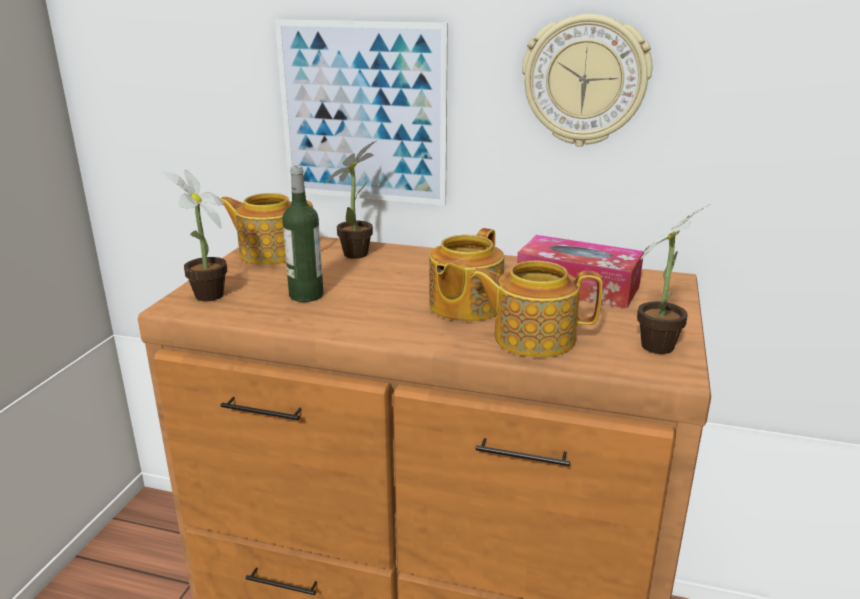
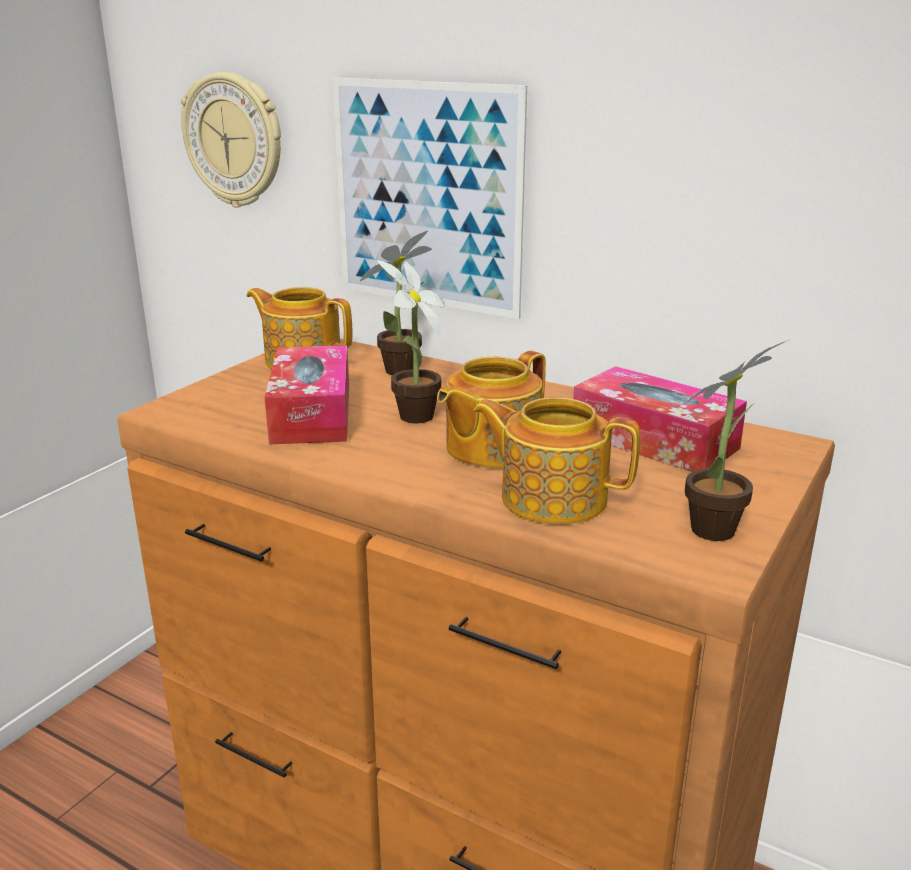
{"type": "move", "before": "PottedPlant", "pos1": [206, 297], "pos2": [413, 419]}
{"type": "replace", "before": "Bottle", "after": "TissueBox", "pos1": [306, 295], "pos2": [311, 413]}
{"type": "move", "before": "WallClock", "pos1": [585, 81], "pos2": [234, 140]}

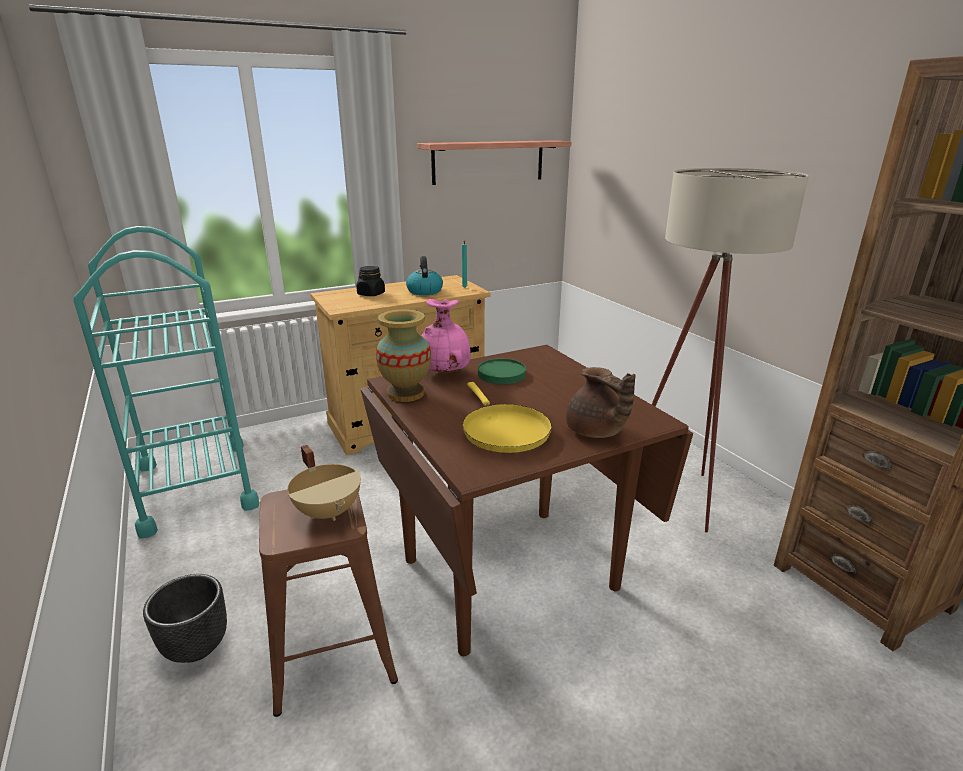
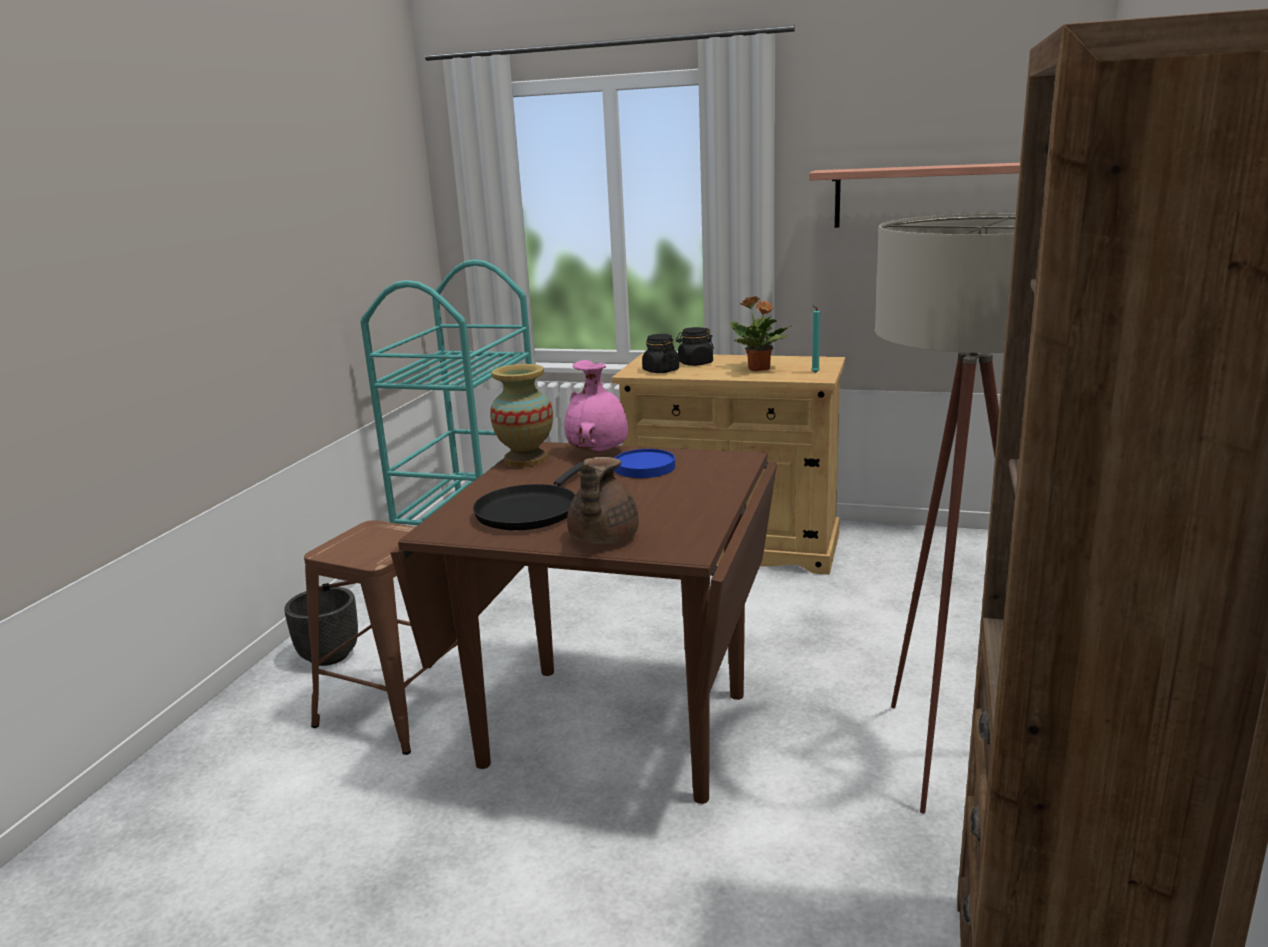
{"type": "delete", "before": "BeigeCookingPot", "pos1": [329, 511]}
{"type": "replace", "before": "Kettle", "after": "PottedPlant", "pos1": [424, 291], "pos2": [759, 369]}
{"type": "recolor", "before": "YellowFryingPan", "after": "BlackFryingPan", "pos1": [503, 430], "pos2": [530, 511]}
{"type": "recolor", "before": "GreenPlate", "after": "BluePlate", "pos1": [502, 374], "pos2": [644, 467]}
{"type": "insert", "after": "BlackJar", "pos2": [660, 371]}

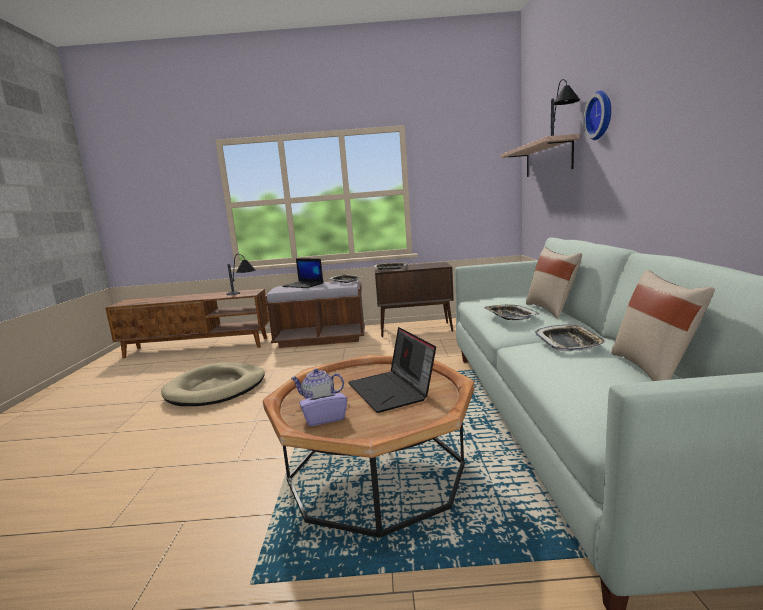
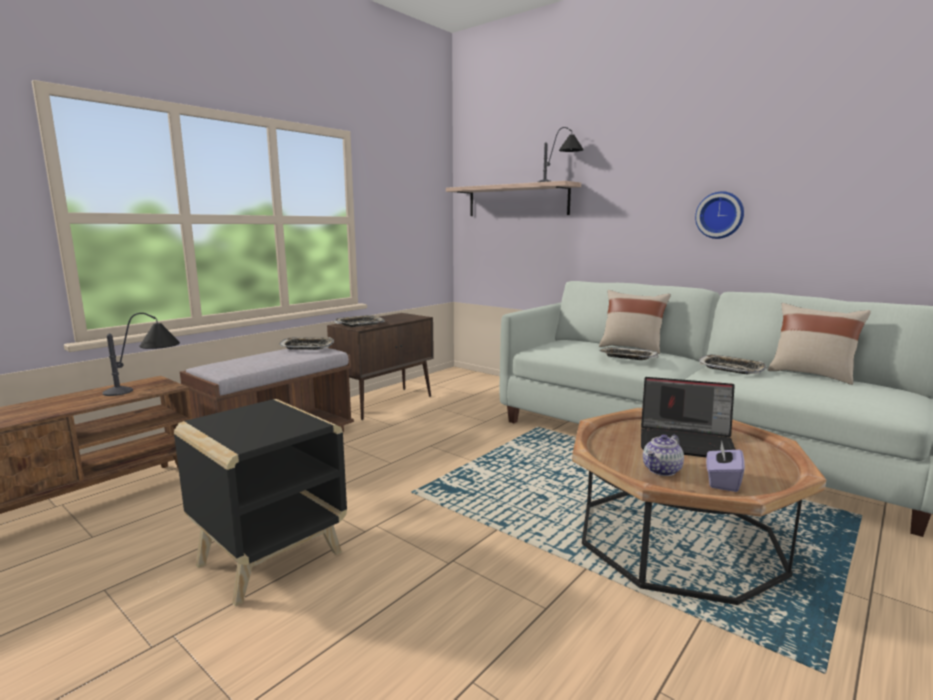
{"type": "replace", "before": "BeigeDogBed", "after": "BlackSideTable", "pos1": [216, 388], "pos2": [272, 557]}
{"type": "delete", "before": "Laptop", "pos1": [303, 285]}
{"type": "move", "before": "WallClock", "pos1": [601, 115], "pos2": [720, 215]}

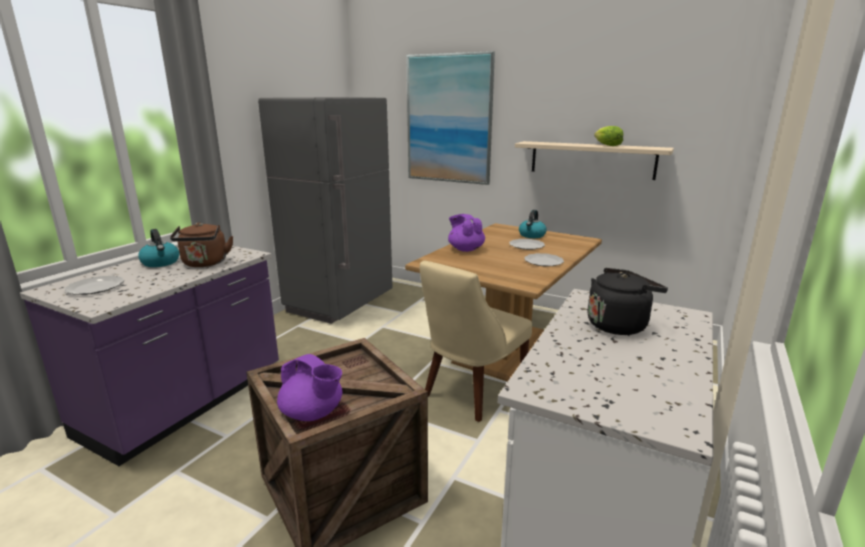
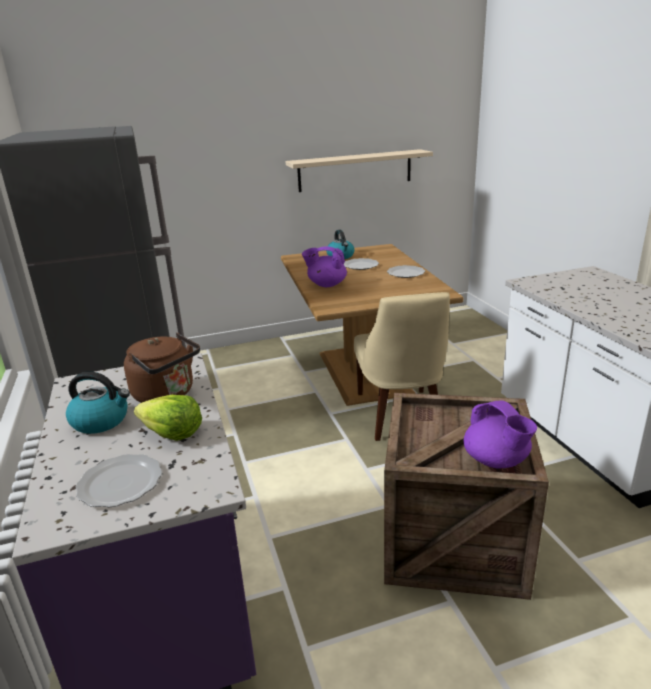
{"type": "rotate", "before": "PurpleTeapot", "pos1": [313, 413], "pos2": [496, 461], "turn": 75}
{"type": "delete", "before": "Picture", "pos1": [449, 119]}
{"type": "delete", "before": "BlackKettle", "pos1": [619, 325]}
{"type": "move", "before": "Lettuce", "pos1": [607, 145], "pos2": [172, 433]}

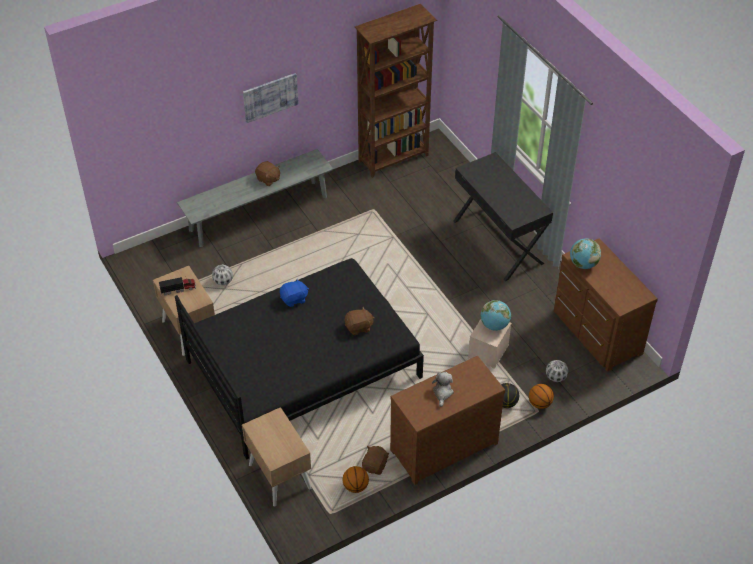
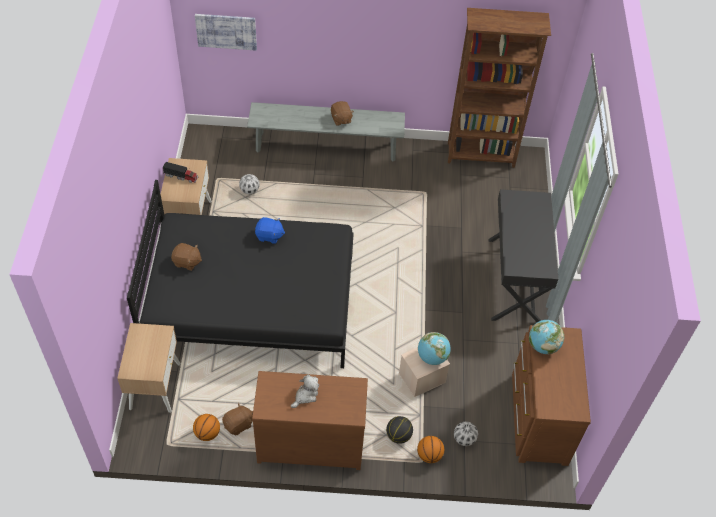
{"type": "move", "before": "Picture", "pos1": [270, 97], "pos2": [226, 31]}
{"type": "move", "before": "BrownPlushToy", "pos1": [359, 327], "pos2": [187, 262]}

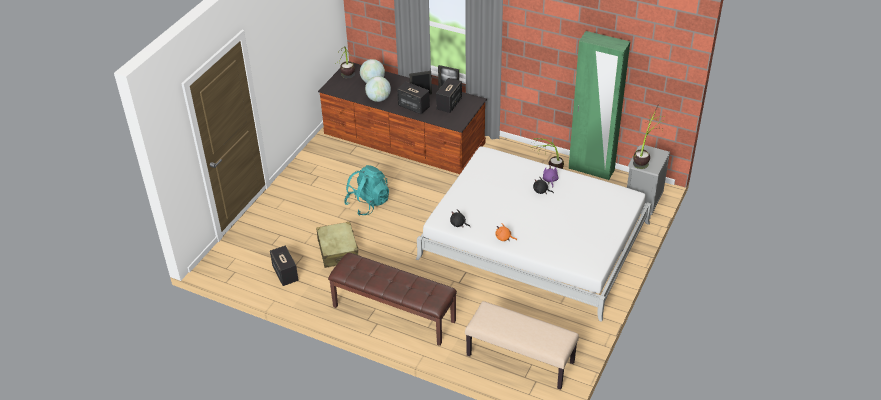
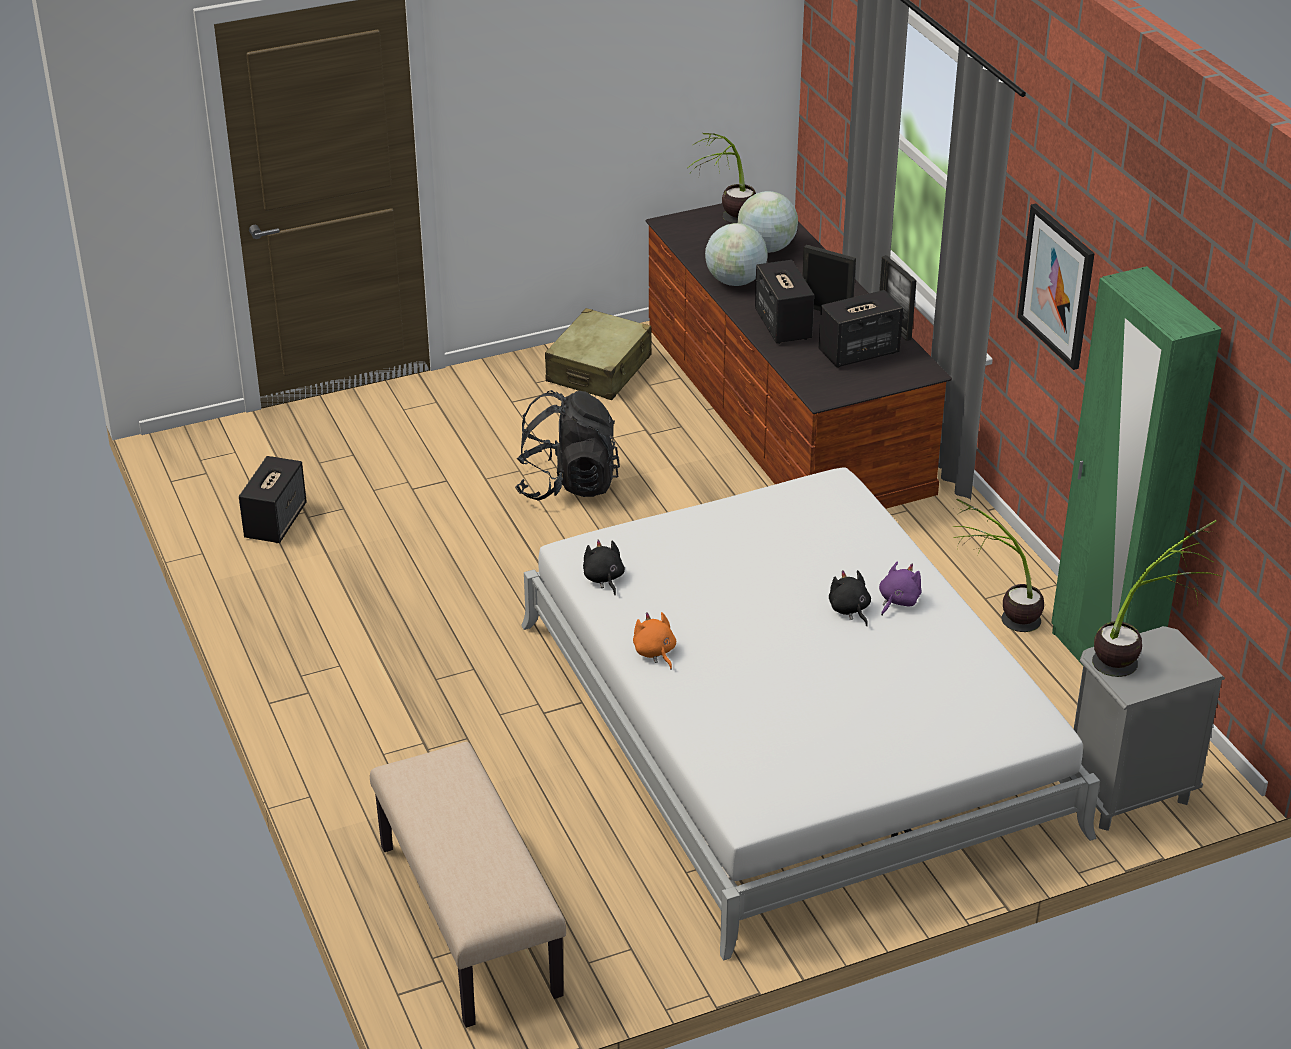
{"type": "move", "before": "BeigeSuitcase", "pos1": [338, 250], "pos2": [599, 369]}
{"type": "delete", "before": "BrownBench", "pos1": [393, 314]}
{"type": "recolor", "before": "TurquoiseBackpack", "after": "BlackBackpack", "pos1": [368, 203], "pos2": [567, 484]}
{"type": "insert", "after": "Picture", "pos2": [1057, 285]}

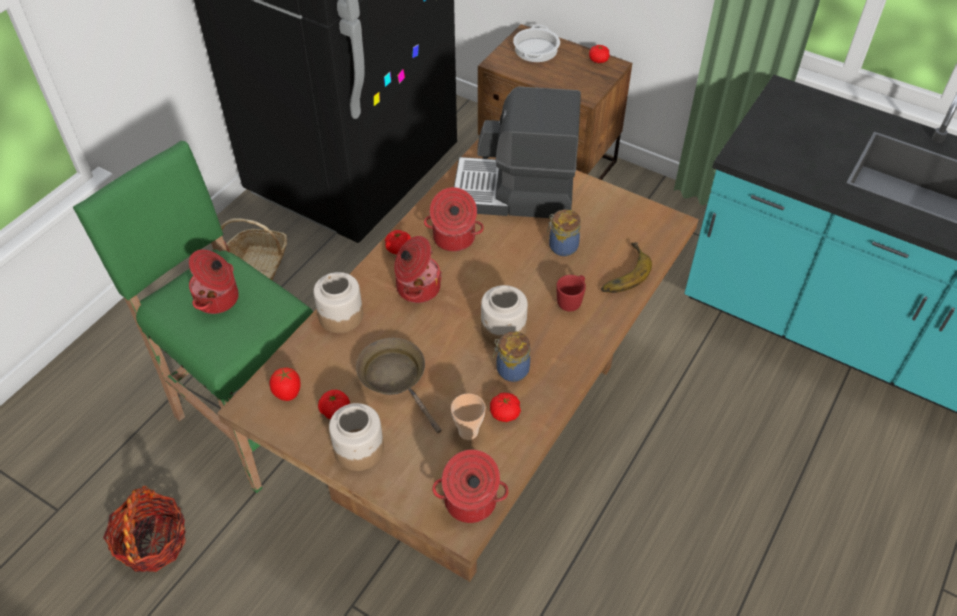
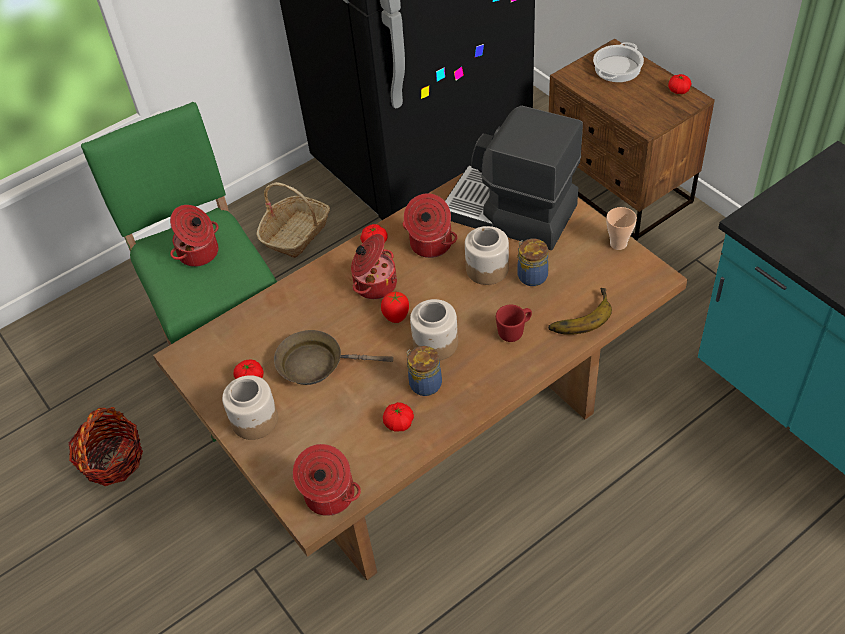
{"type": "move", "before": "Tomato", "pos1": [287, 393], "pos2": [396, 316]}
{"type": "move", "before": "Jar", "pos1": [340, 316], "pos2": [487, 269]}
{"type": "rotate", "before": "BrownFryingPan", "pos1": [396, 378], "pos2": [316, 364], "turn": -75}
{"type": "move", "before": "Cup", "pos1": [468, 432], "pos2": [618, 244]}

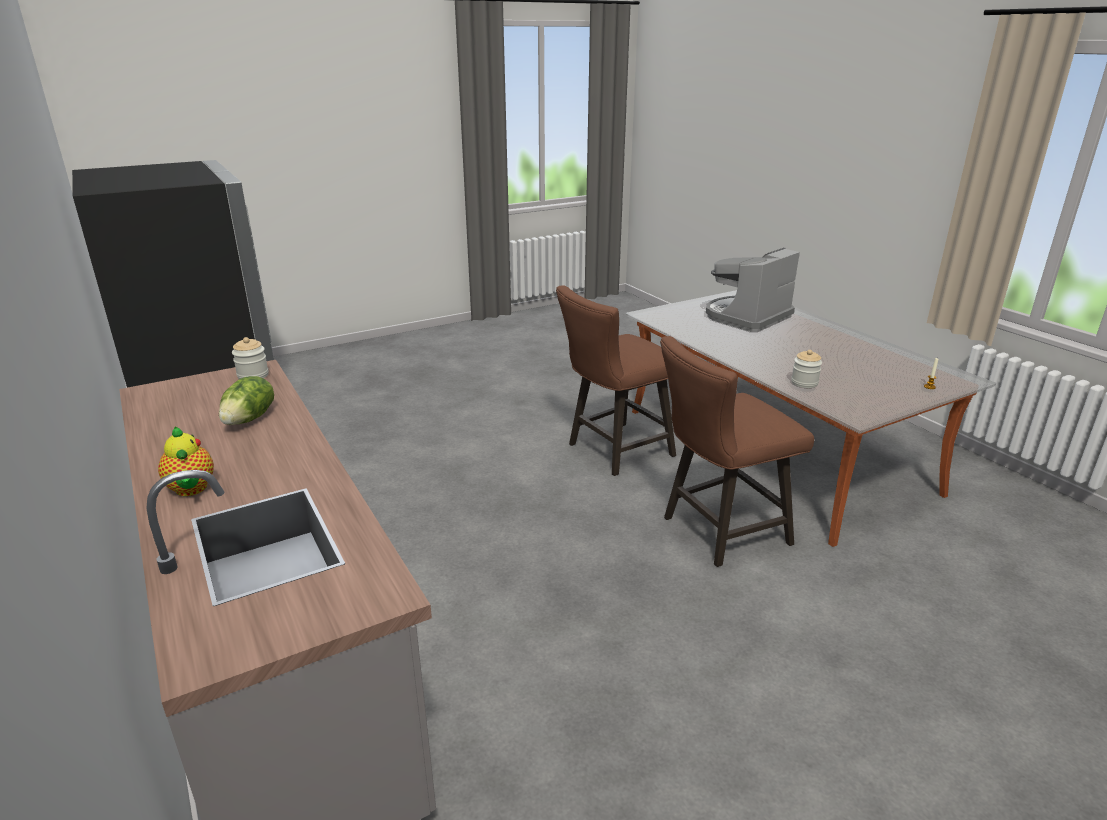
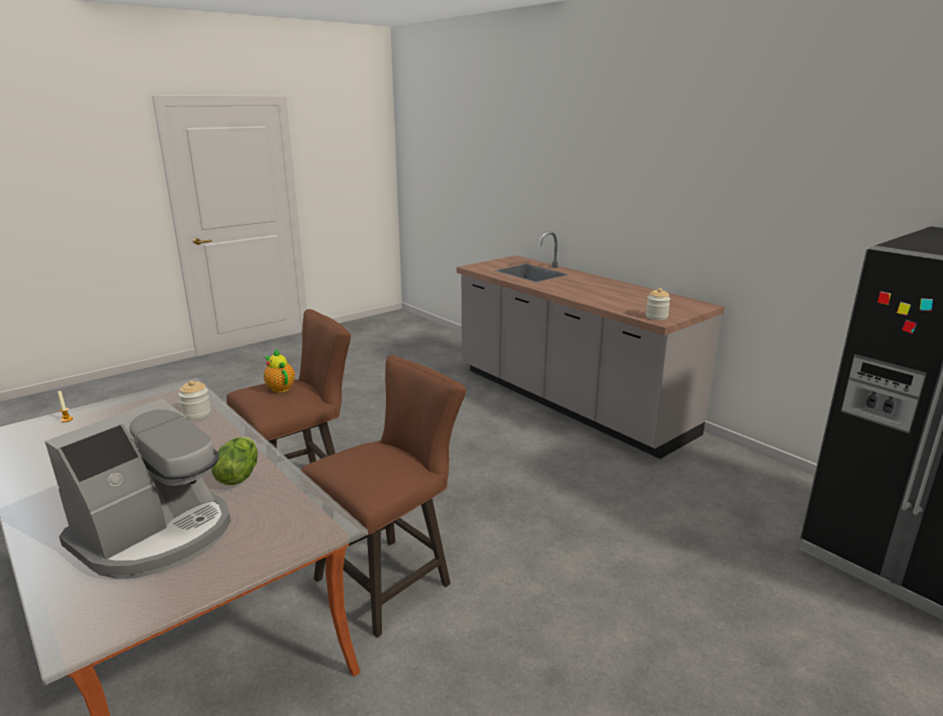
{"type": "move", "before": "Teapot", "pos1": [191, 490], "pos2": [279, 388]}
{"type": "move", "before": "Lettuce", "pos1": [250, 419], "pos2": [238, 476]}

